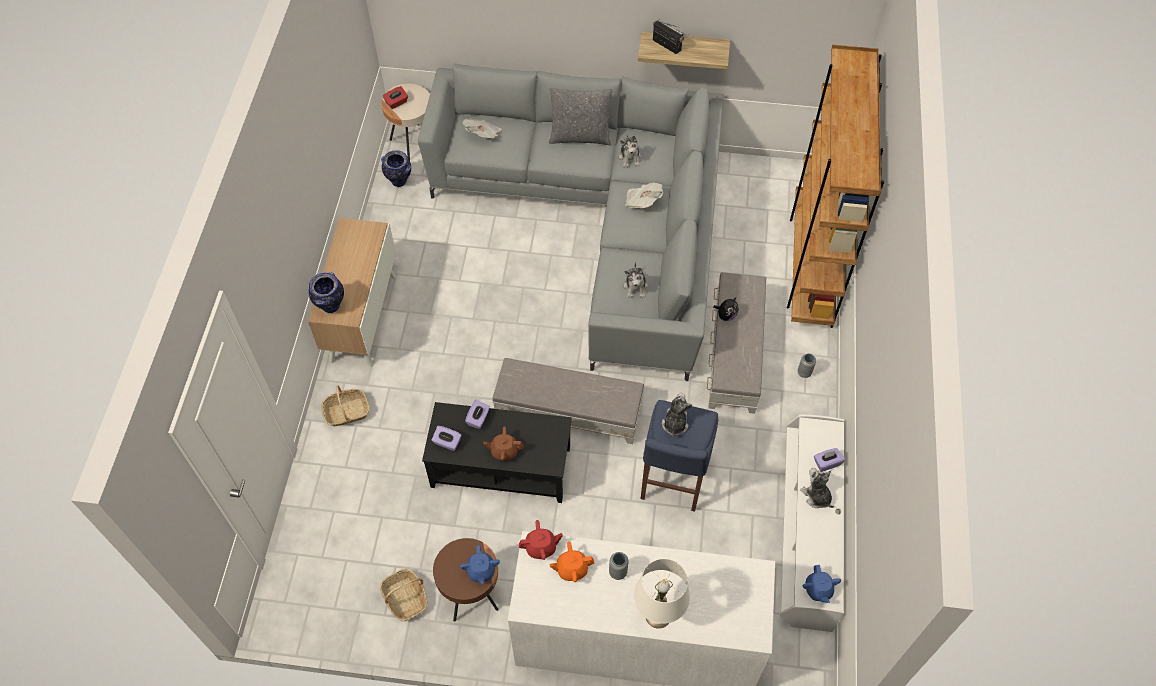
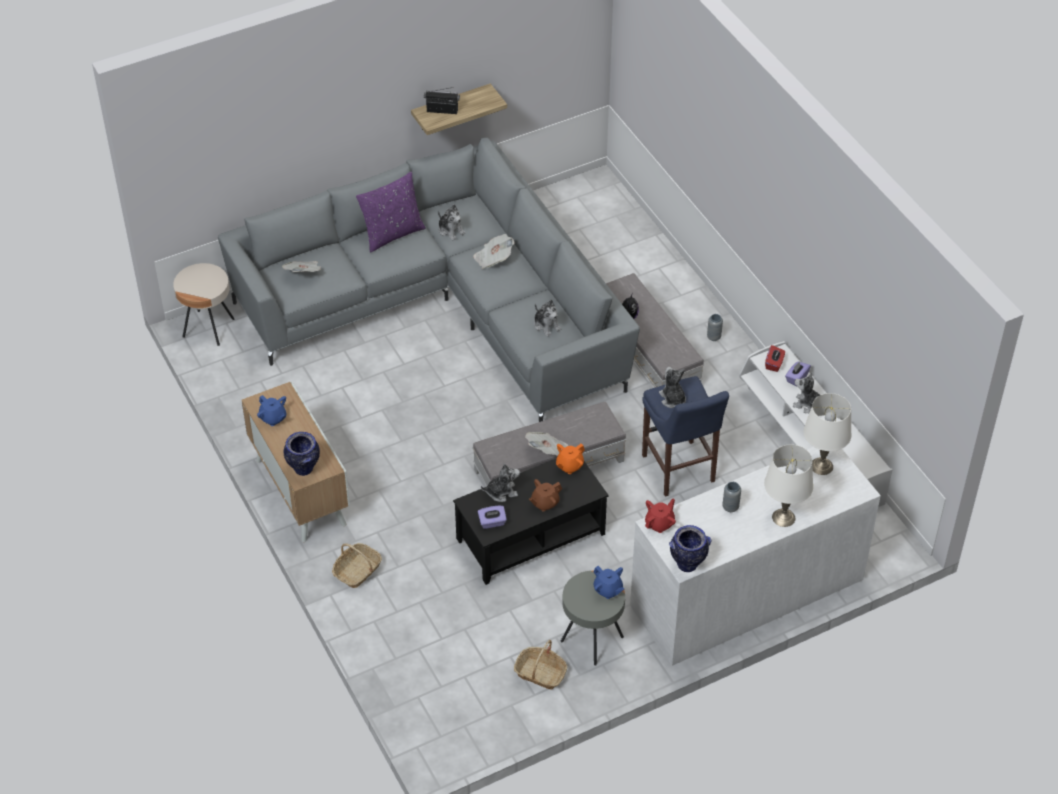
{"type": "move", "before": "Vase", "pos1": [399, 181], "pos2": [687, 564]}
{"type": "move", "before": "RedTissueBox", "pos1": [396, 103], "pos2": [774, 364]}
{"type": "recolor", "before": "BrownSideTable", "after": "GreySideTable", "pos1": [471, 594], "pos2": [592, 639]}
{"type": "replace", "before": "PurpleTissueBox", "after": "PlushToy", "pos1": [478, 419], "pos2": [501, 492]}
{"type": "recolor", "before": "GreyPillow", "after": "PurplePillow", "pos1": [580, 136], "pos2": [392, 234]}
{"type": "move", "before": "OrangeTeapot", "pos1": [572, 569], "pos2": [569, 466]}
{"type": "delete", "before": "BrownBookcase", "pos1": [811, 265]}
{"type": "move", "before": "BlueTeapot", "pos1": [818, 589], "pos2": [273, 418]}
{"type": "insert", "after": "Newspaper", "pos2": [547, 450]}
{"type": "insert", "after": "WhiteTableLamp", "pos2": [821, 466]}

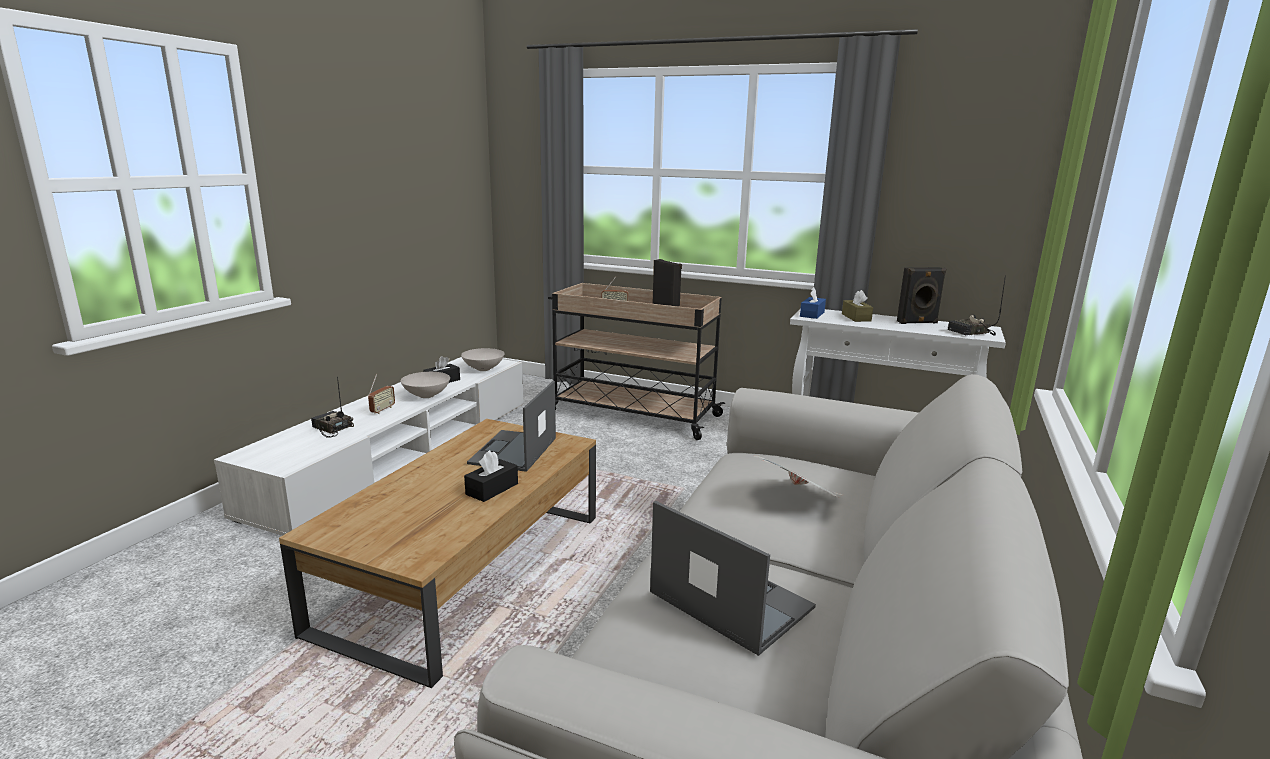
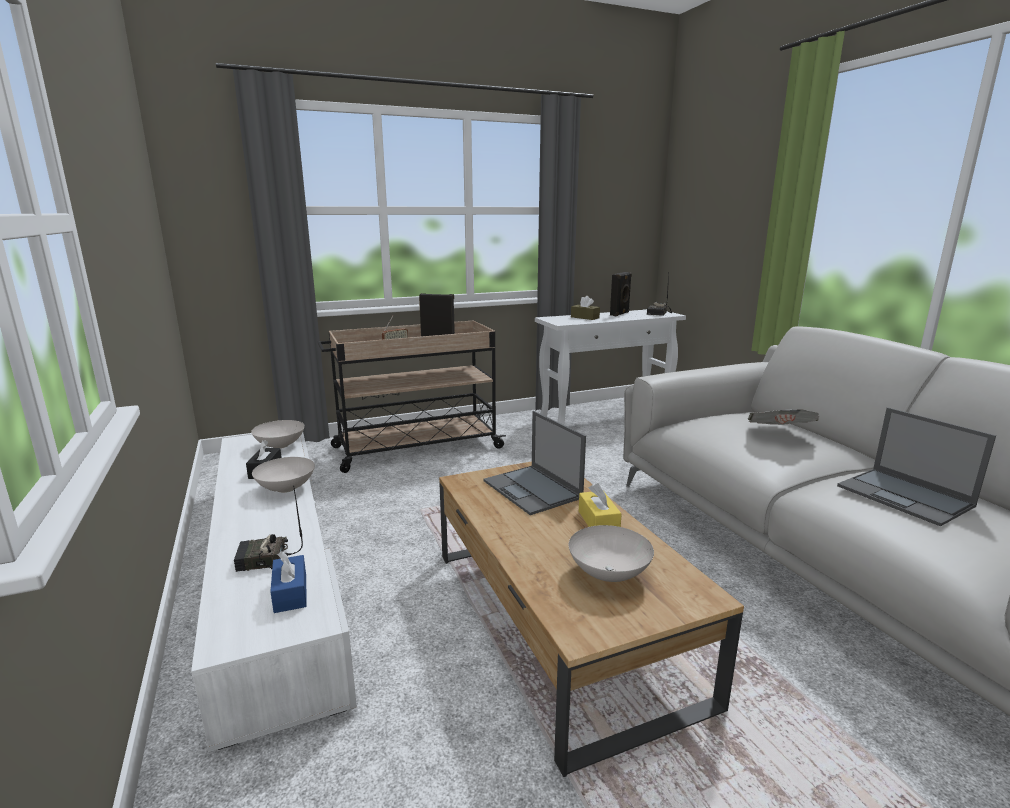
{"type": "delete", "before": "Radio", "pos1": [382, 410]}
{"type": "recolor", "before": "BlackTissueBox", "after": "YellowTissueBox", "pos1": [492, 489], "pos2": [598, 522]}
{"type": "rotate", "before": "Laptop", "pos1": [729, 599], "pos2": [906, 496], "turn": -120}
{"type": "move", "before": "BlueTissueBox", "pos1": [812, 314], "pos2": [290, 593]}
{"type": "insert", "after": "WhiteBowl", "pos2": [610, 574]}

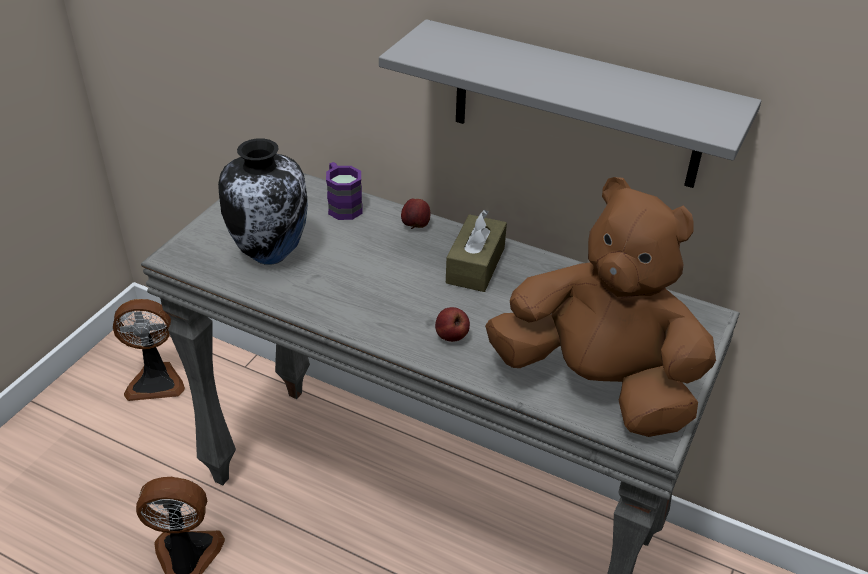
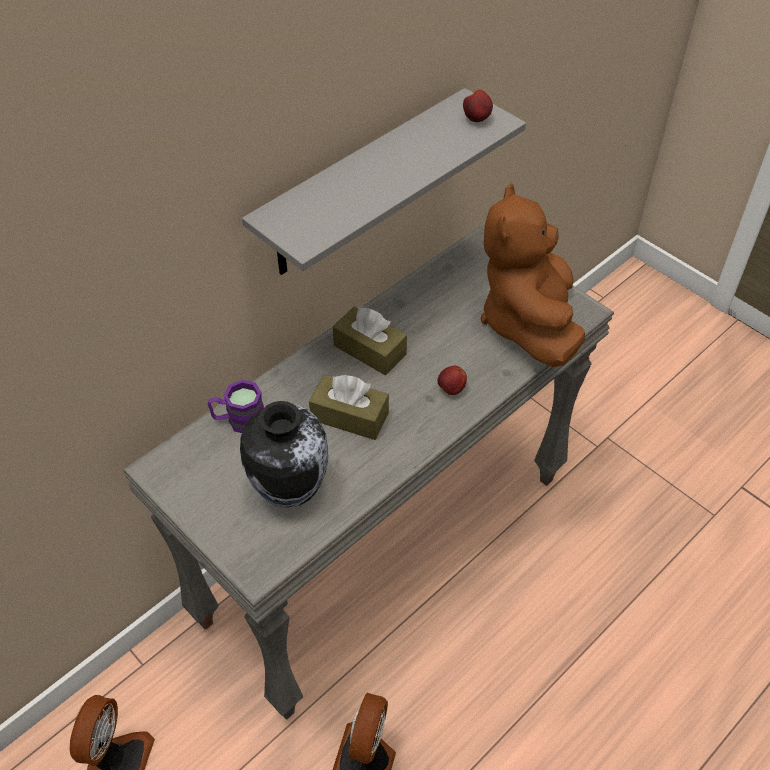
{"type": "move", "before": "Apple", "pos1": [415, 226], "pos2": [477, 119]}
{"type": "rotate", "before": "BrownPlushToy", "pos1": [597, 384], "pos2": [528, 322], "turn": -45}
{"type": "insert", "after": "BrownTissueBox", "pos2": [349, 416]}

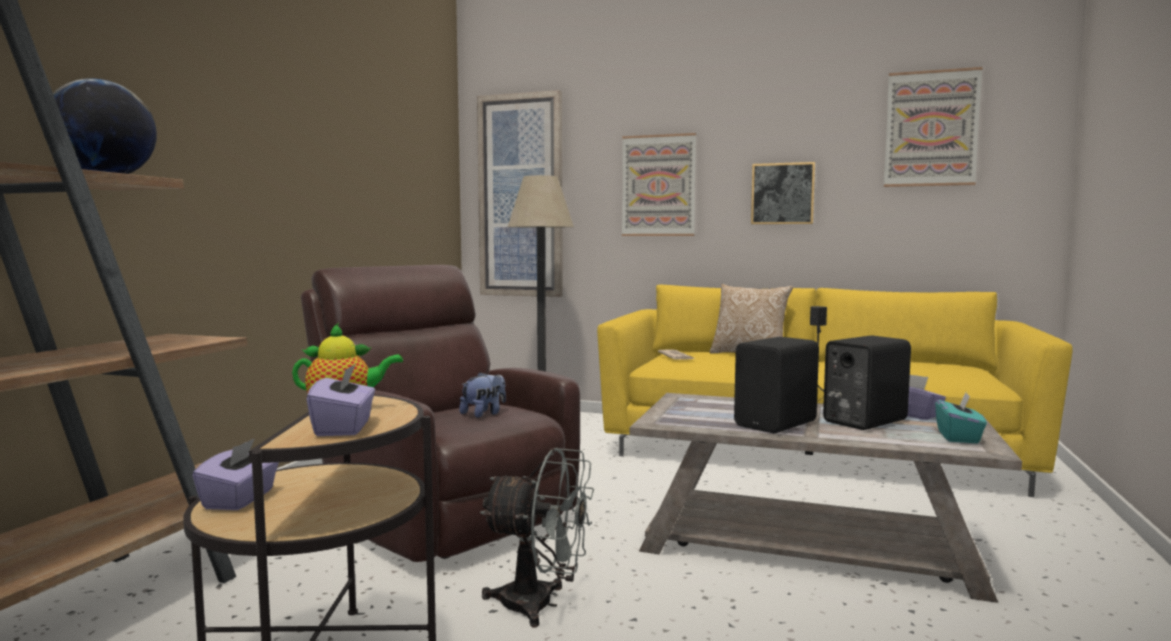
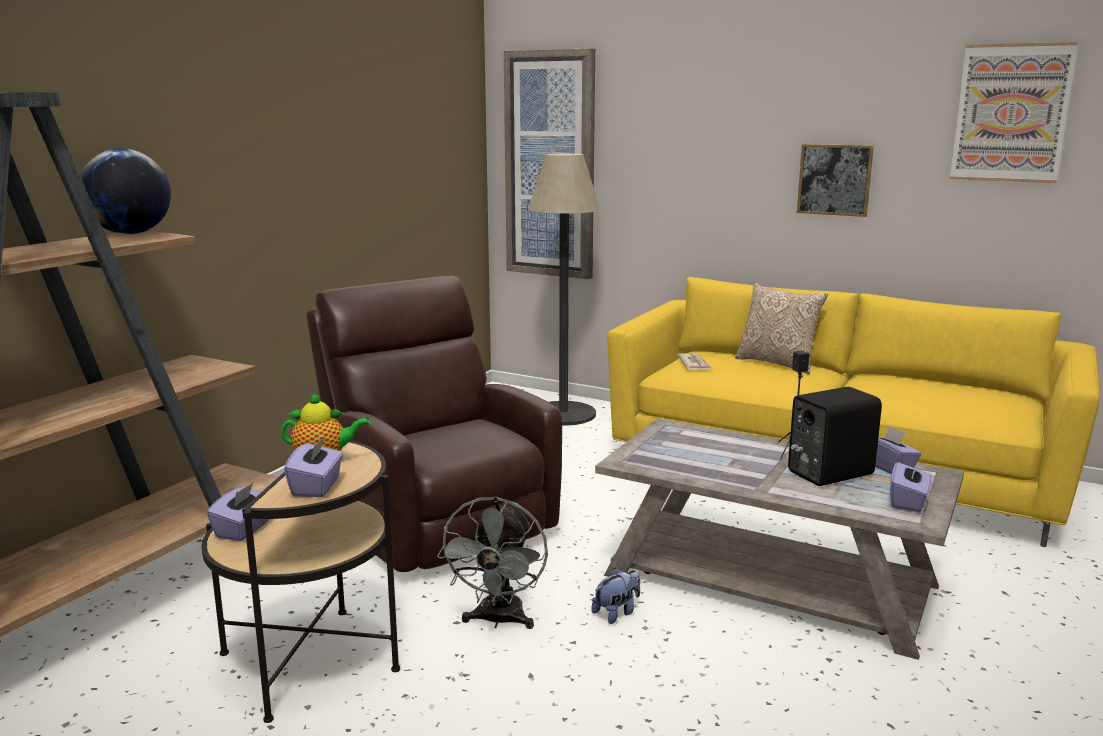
{"type": "move", "before": "PlushToy", "pos1": [484, 414], "pos2": [617, 613]}
{"type": "rotate", "before": "GreyFan", "pos1": [541, 605], "pos2": [498, 621], "turn": 75}
{"type": "delete", "before": "Picture", "pos1": [658, 186]}
{"type": "delete", "before": "BlackSpeaker", "pos1": [778, 424]}
{"type": "recolor", "before": "TurquoiseTissueBox", "after": "PurpleTissueBox", "pos1": [958, 437], "pos2": [908, 502]}

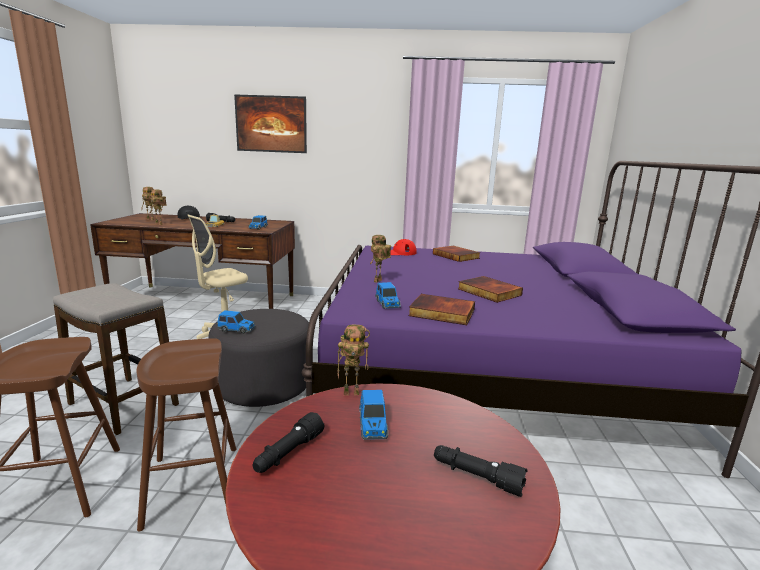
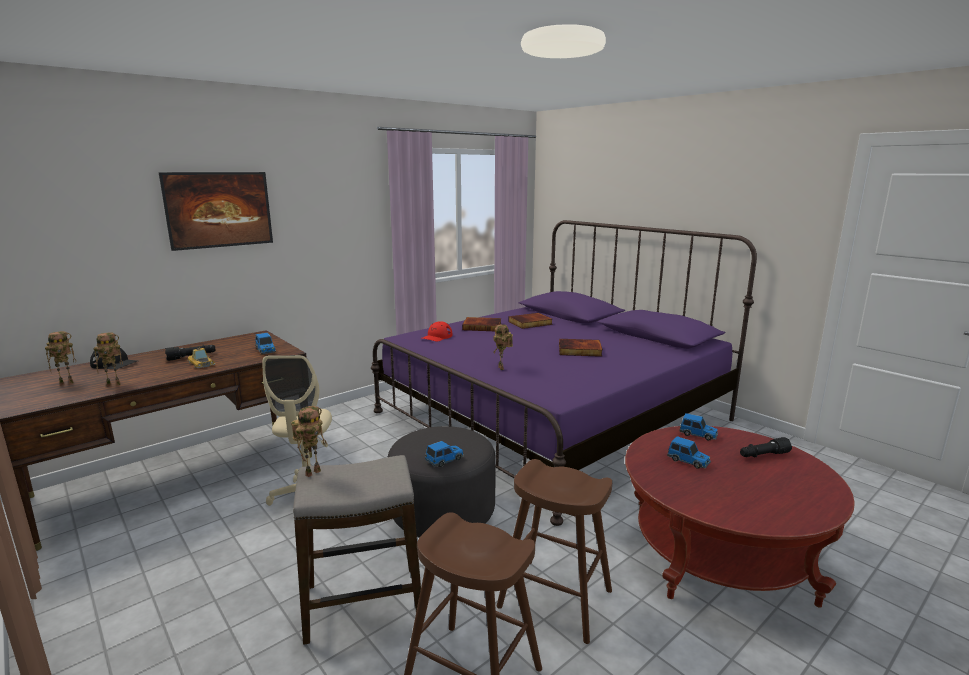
{"type": "delete", "before": "BlackFlashlight", "pos1": [288, 453]}
{"type": "move", "before": "ToyRobot", "pos1": [352, 392], "pos2": [313, 472]}
{"type": "move", "before": "ToyCar", "pos1": [387, 304], "pos2": [698, 435]}
{"type": "move", "before": "Book", "pos1": [441, 313], "pos2": [530, 323]}

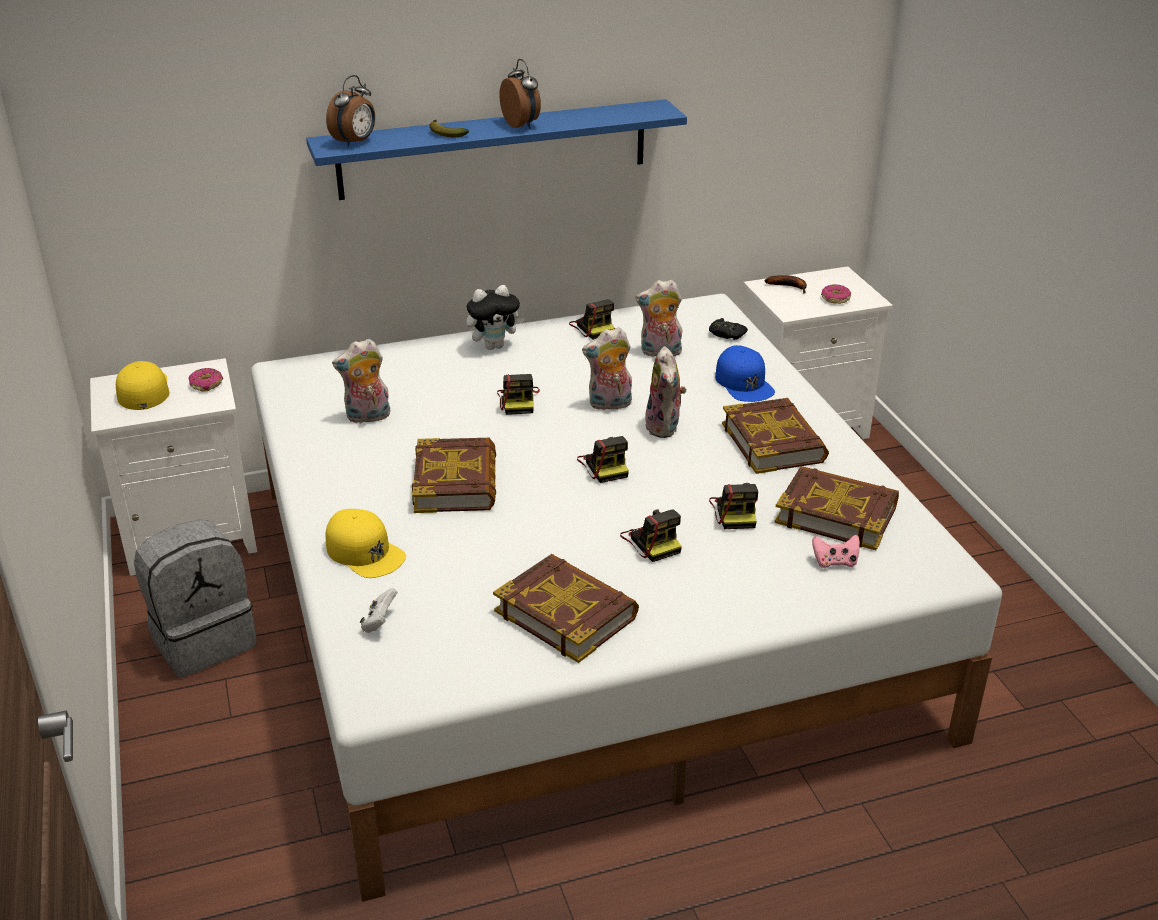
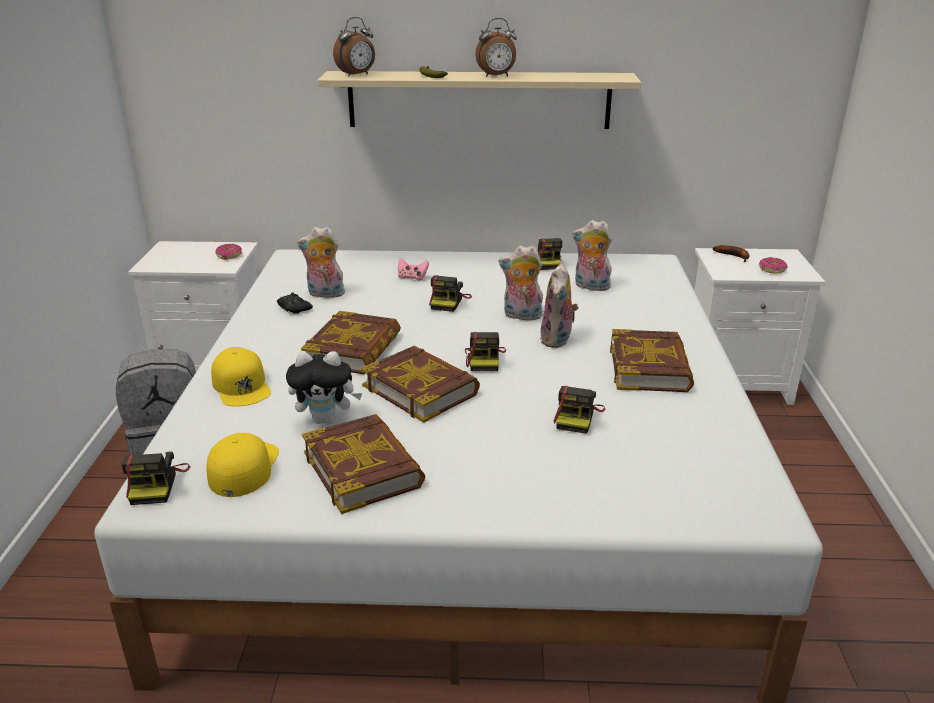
{"type": "move", "before": "YellowCap", "pos1": [143, 390], "pos2": [243, 468]}
{"type": "recolor", "before": "BlueShelf", "after": "BeigeShelf", "pos1": [494, 149], "pos2": [479, 100]}
{"type": "delete", "before": "WhiteGameController", "pos1": [379, 622]}
{"type": "move", "before": "PlushToy", "pos1": [494, 346], "pos2": [326, 419]}
{"type": "rotate", "before": "AlarmClock", "pos1": [522, 125], "pos2": [496, 76], "turn": 90}
{"type": "move", "before": "PhotoCamera", "pos1": [652, 541], "pos2": [157, 484]}
{"type": "move", "before": "BlackGameController", "pos1": [726, 334], "pos2": [294, 308]}
{"type": "delete", "before": "BlueCap", "pos1": [744, 383]}
{"type": "move", "before": "Book", "pos1": [836, 514], "pos2": [420, 389]}
{"type": "move", "before": "PinkGameController", "pos1": [835, 562], "pos2": [412, 277]}

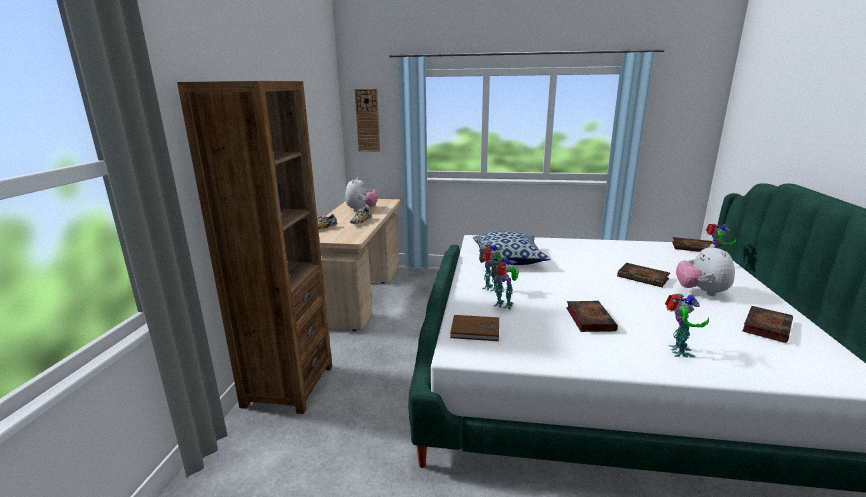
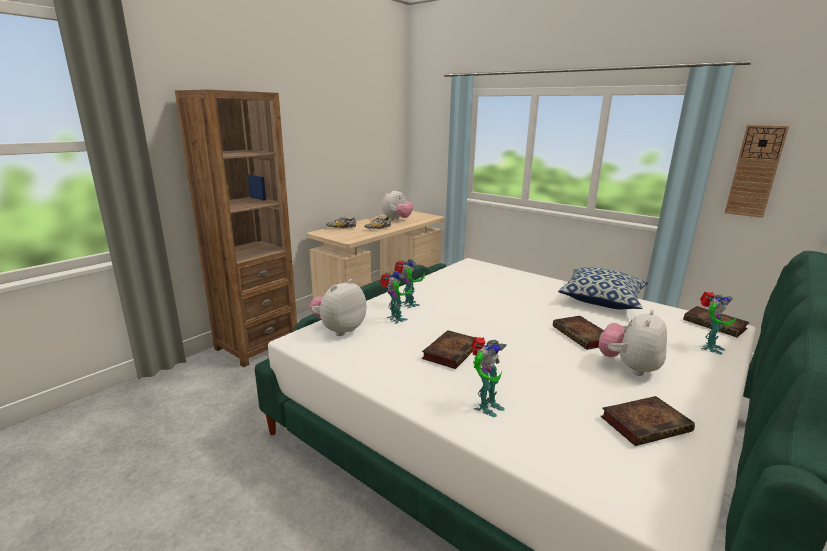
{"type": "move", "before": "WallClock", "pos1": [367, 120], "pos2": [755, 171]}
{"type": "replace", "before": "BrownBook", "after": "PlushToy", "pos1": [475, 330], "pos2": [339, 330]}
{"type": "move", "before": "Pillow", "pos1": [508, 259], "pos2": [602, 300]}

